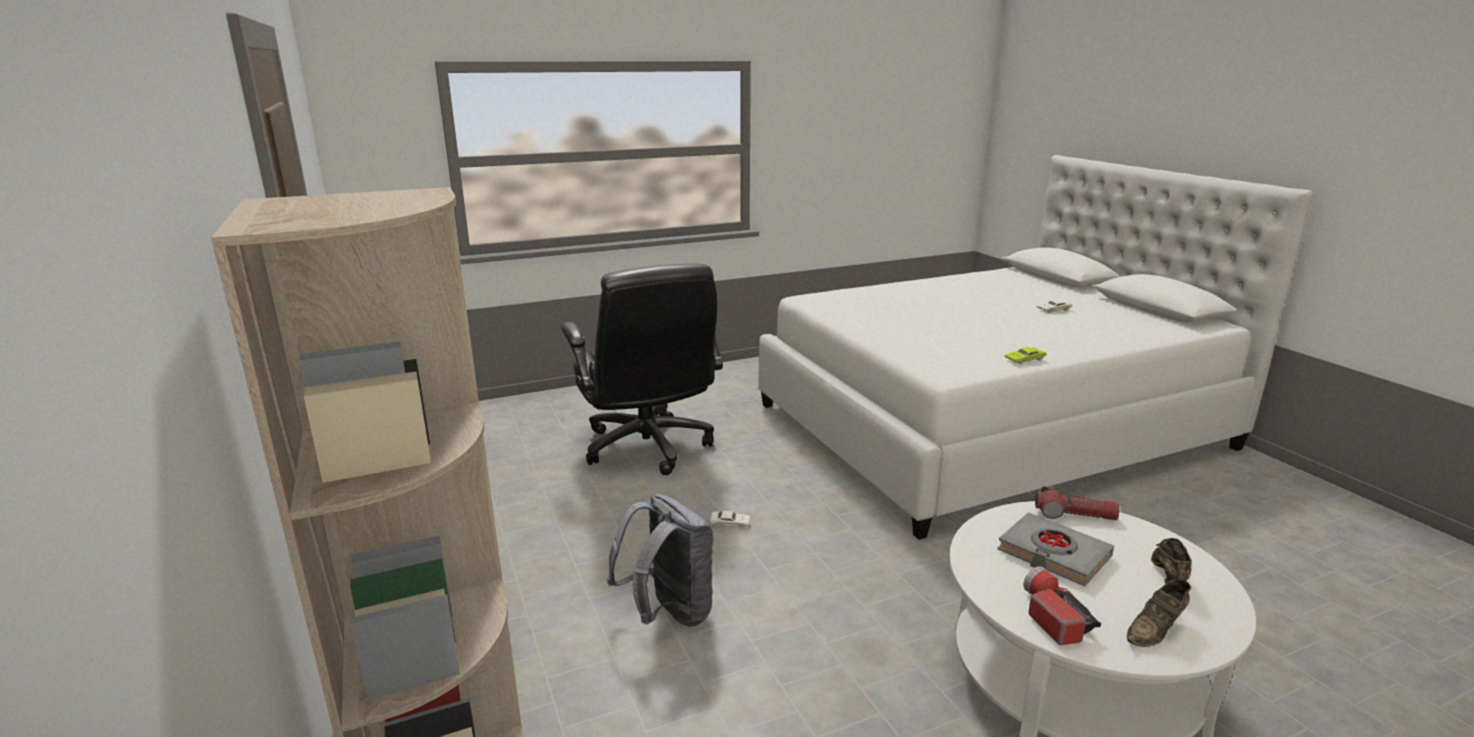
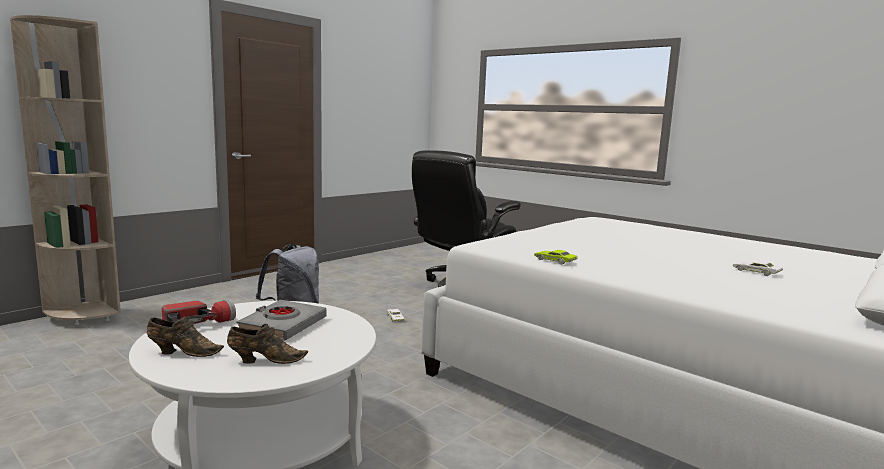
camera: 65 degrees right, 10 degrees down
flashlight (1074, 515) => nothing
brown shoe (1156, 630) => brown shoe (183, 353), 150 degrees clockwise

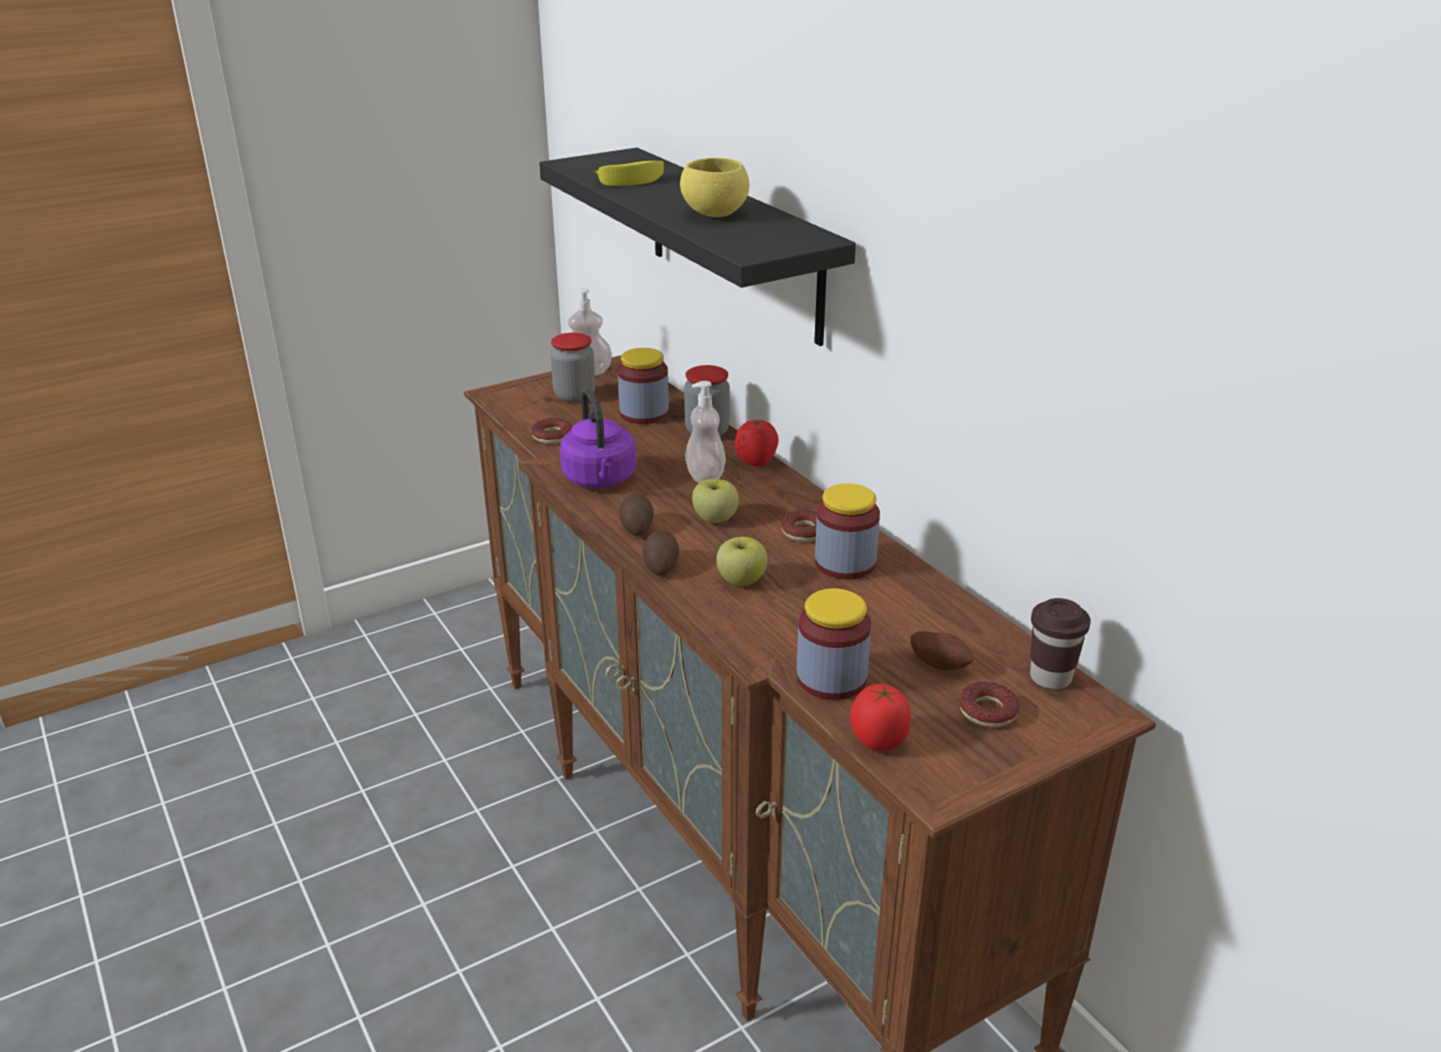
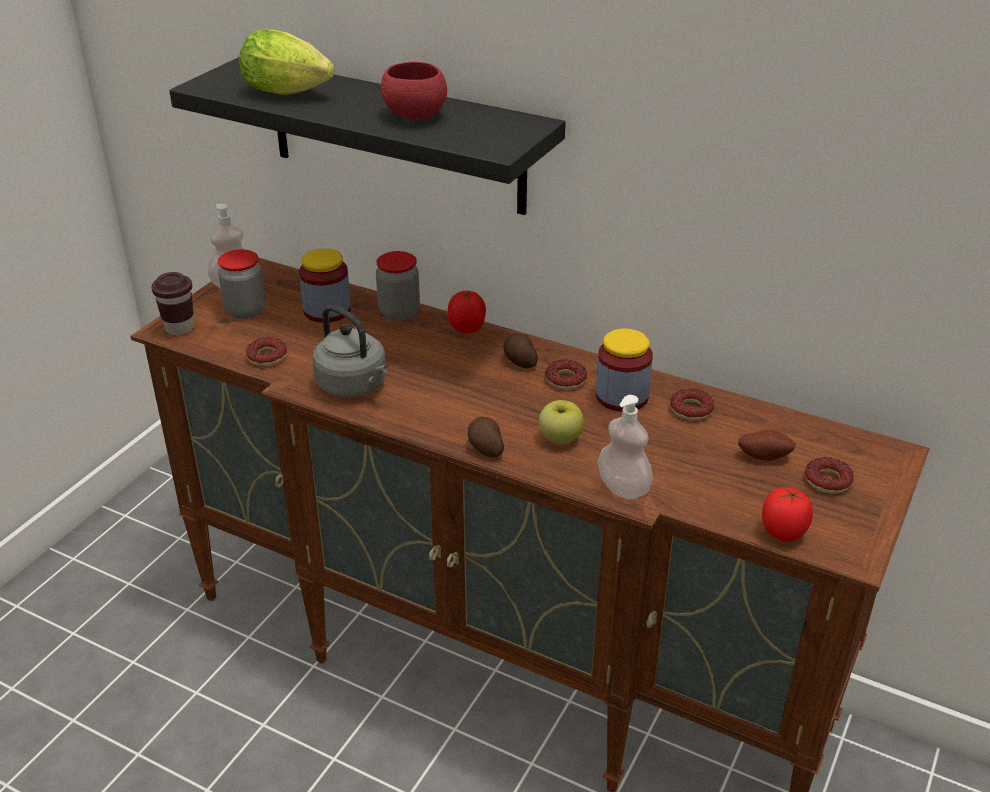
camera: 30 degrees left, 5 degrees up
apple fruit (715, 519) => nothing
jar (831, 678) => nothing
nothing => ring doughnut (691, 409)
potato (636, 527) => potato (519, 361), relocated
soap dispenser (705, 476) => soap dispenser (623, 488), relocated
brown small cup (1050, 678) => brown small cup (179, 328), relocated
banana fruit (633, 180) => lettuce (291, 93)
purple kettle (600, 480) => gray kettle (354, 386)
yellowish deep dish (714, 214) => red-coloured deep dish (415, 116)

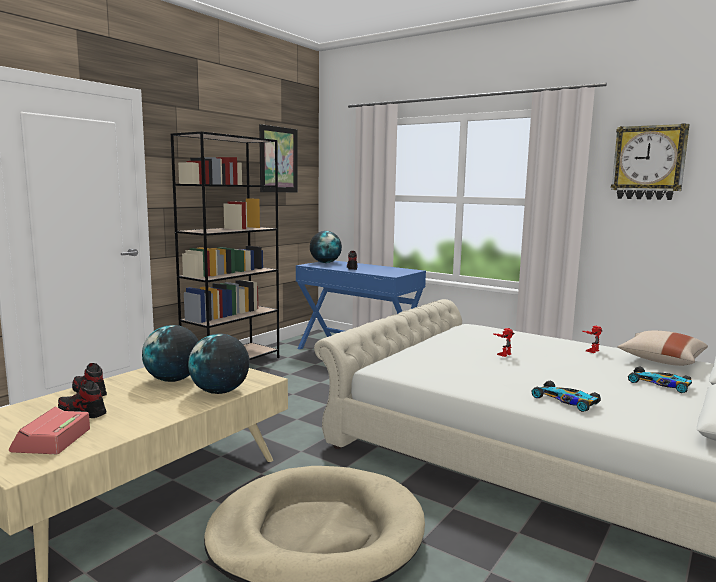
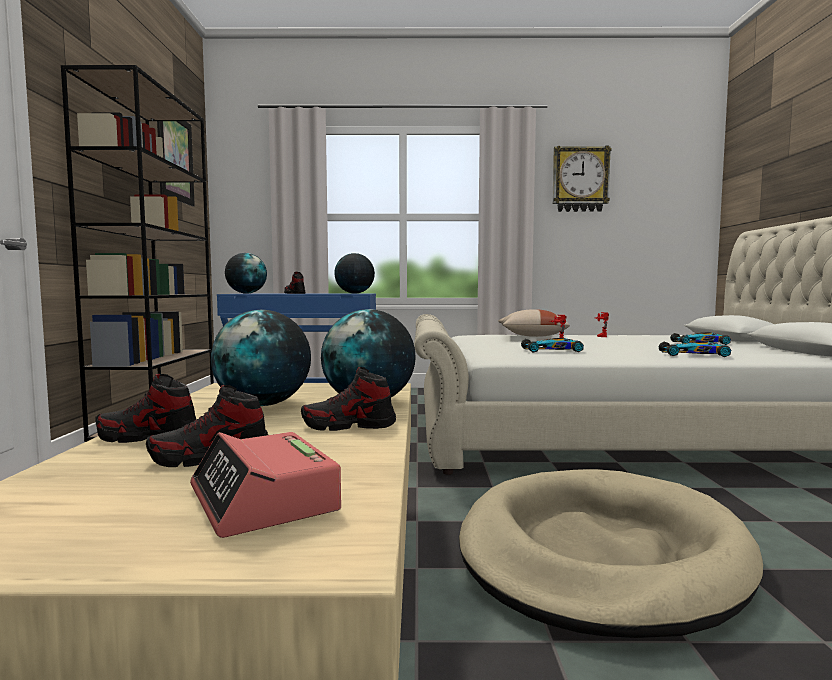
camera: 35 degrees left, 5 degrees down
nothing => shoe (349, 426)
nothing => desk globe (354, 293)
nothing => miniature car (553, 350)
beige-coloured throw pillow (661, 360) => beige-coloured throw pillow (531, 336), relocated

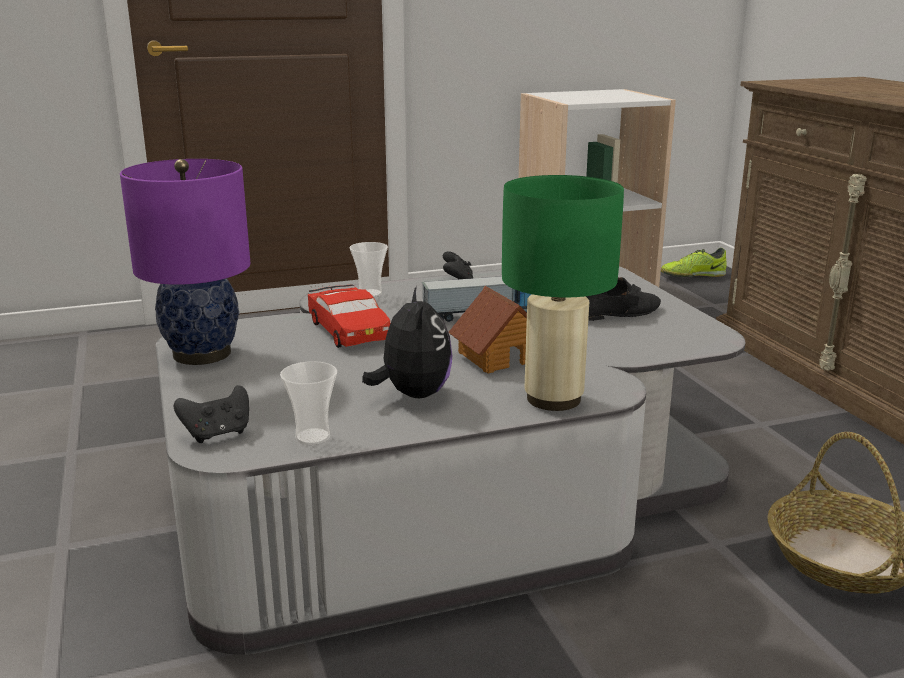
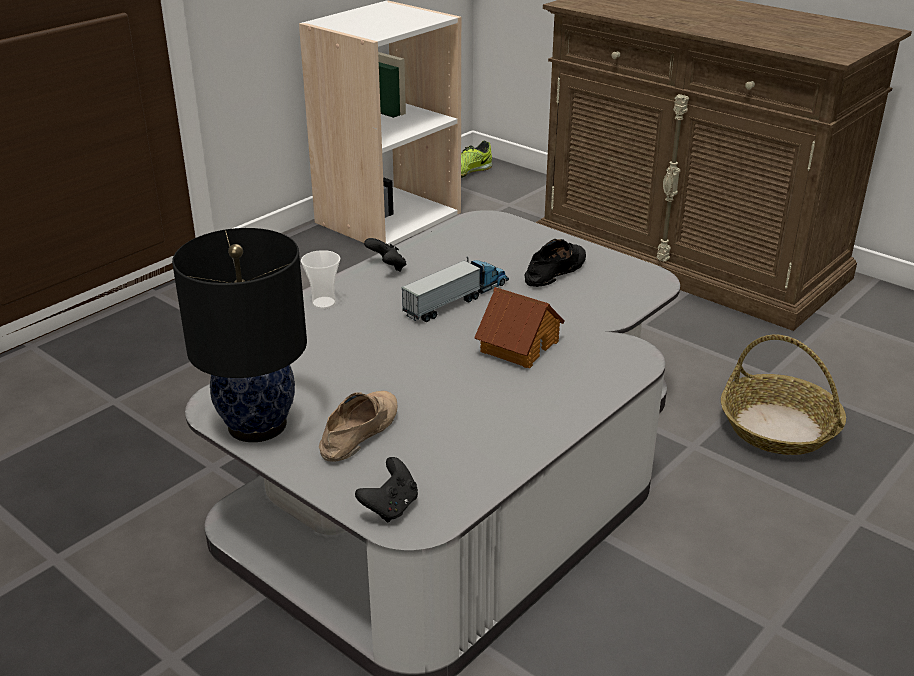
camera: 30 degrees left, 10 degrees up
small cup (312, 437) => nothing
red-coloured miniature car (349, 330) => nothing
soft toy (412, 394) => nothing
green-coloured tabletop lamp (555, 399) => nothing
nothing => beige-coloured shoe (358, 430)
purple tabletop lamp (201, 353) => black-coloured tabletop lamp (256, 425)

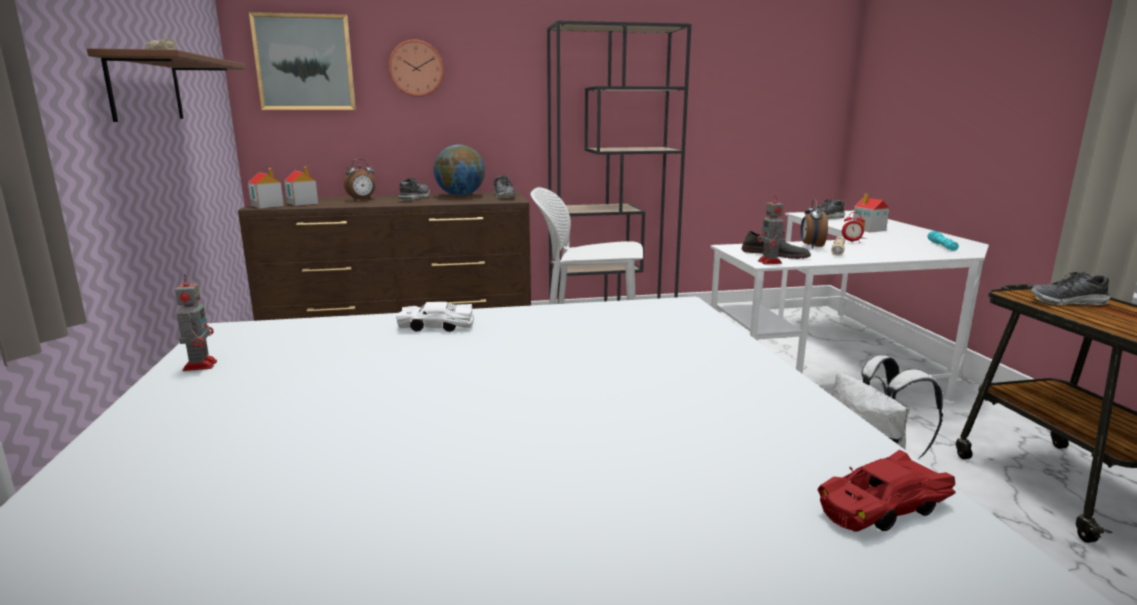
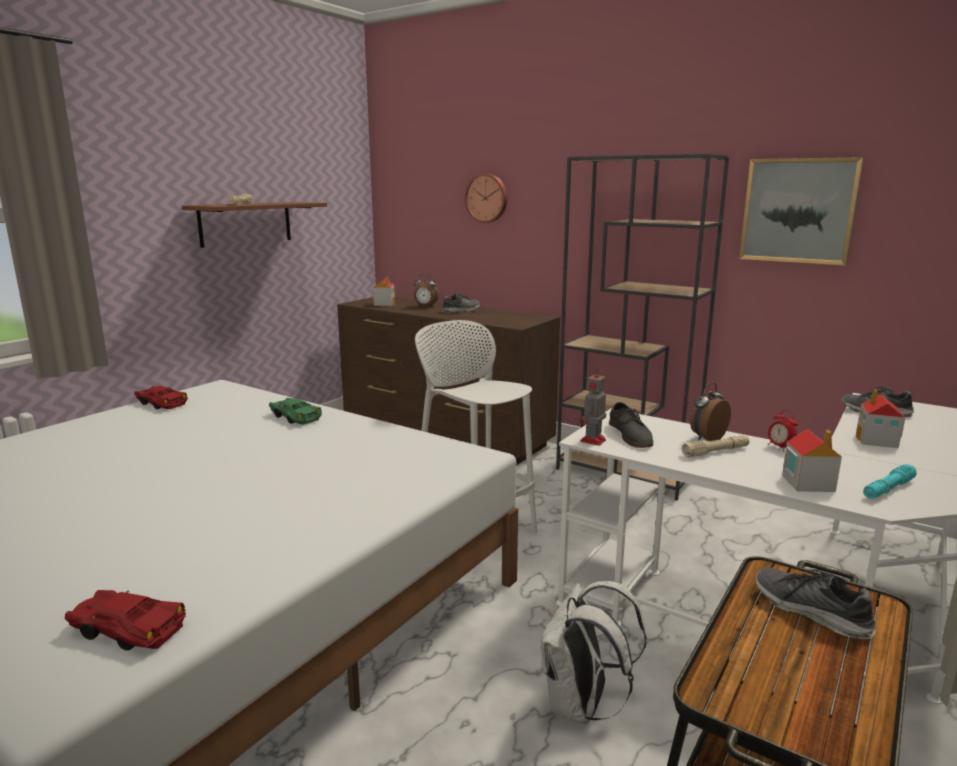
camera: 45 degrees right, 0 degrees up
desk globe (460, 195) => nothing
shoe (504, 196) => nothing
toy house (267, 205) => toy house (807, 483), relocated
picture (305, 63) => picture (798, 211), relocated
model robot (200, 365) => red-coloured miniature car (161, 404)
white-coloured miniature car (436, 326) => green-coloured miniature car (295, 417)

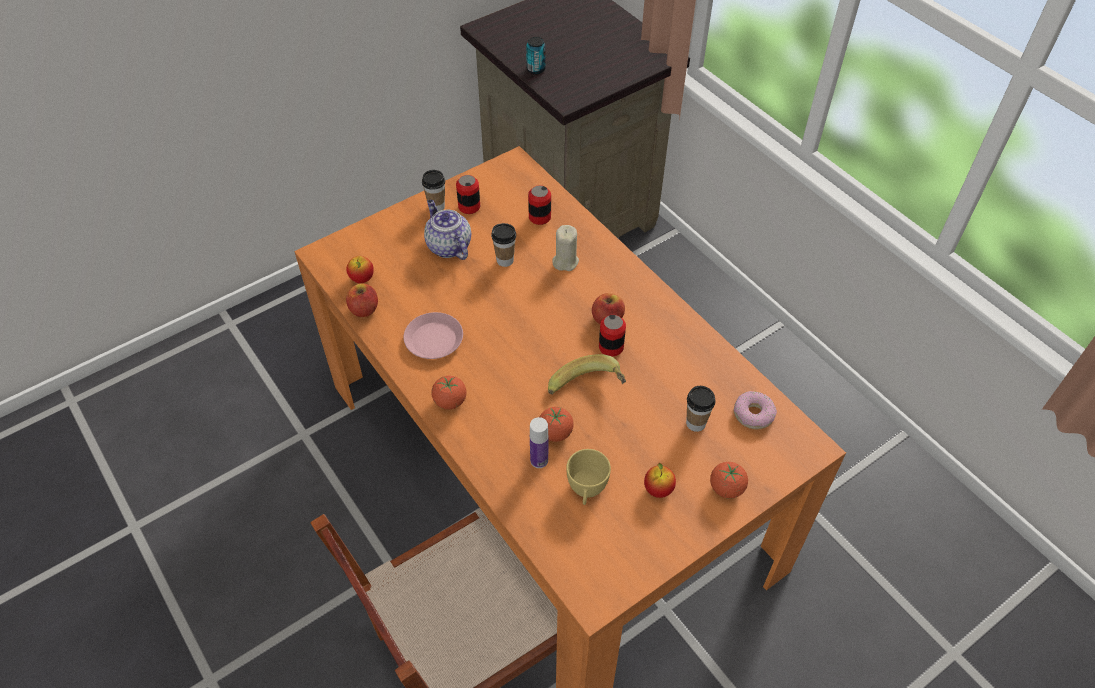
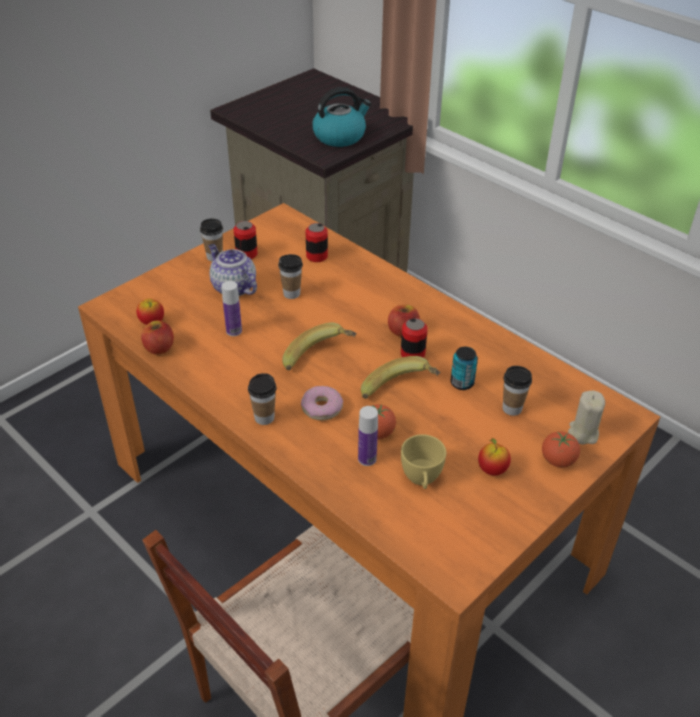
camera: 10 degrees left, 10 degrees down
pink flat dish (433, 340) => nothing
nothing => drink bottle (234, 331)
nothing => banana fruit (320, 360)
nothing => kettle (340, 136)
can (536, 69) => can (462, 383), relocated
beige-coloured candle (565, 261) => beige-coloured candle (583, 433), relocated
ring doughnut (753, 414) => ring doughnut (322, 408), relocated
tomato (450, 401) => small cup (264, 418)

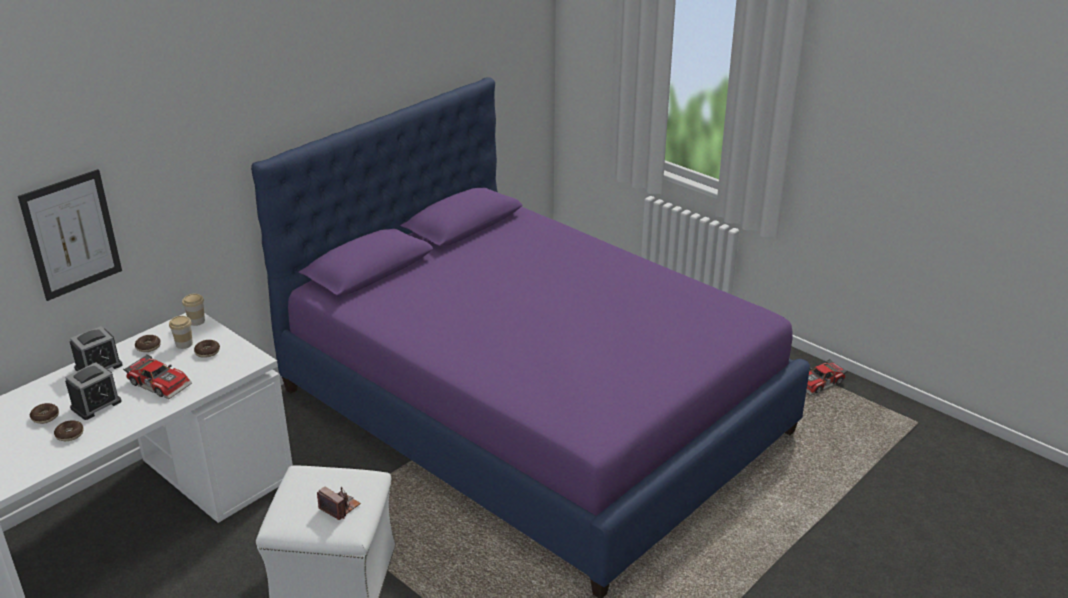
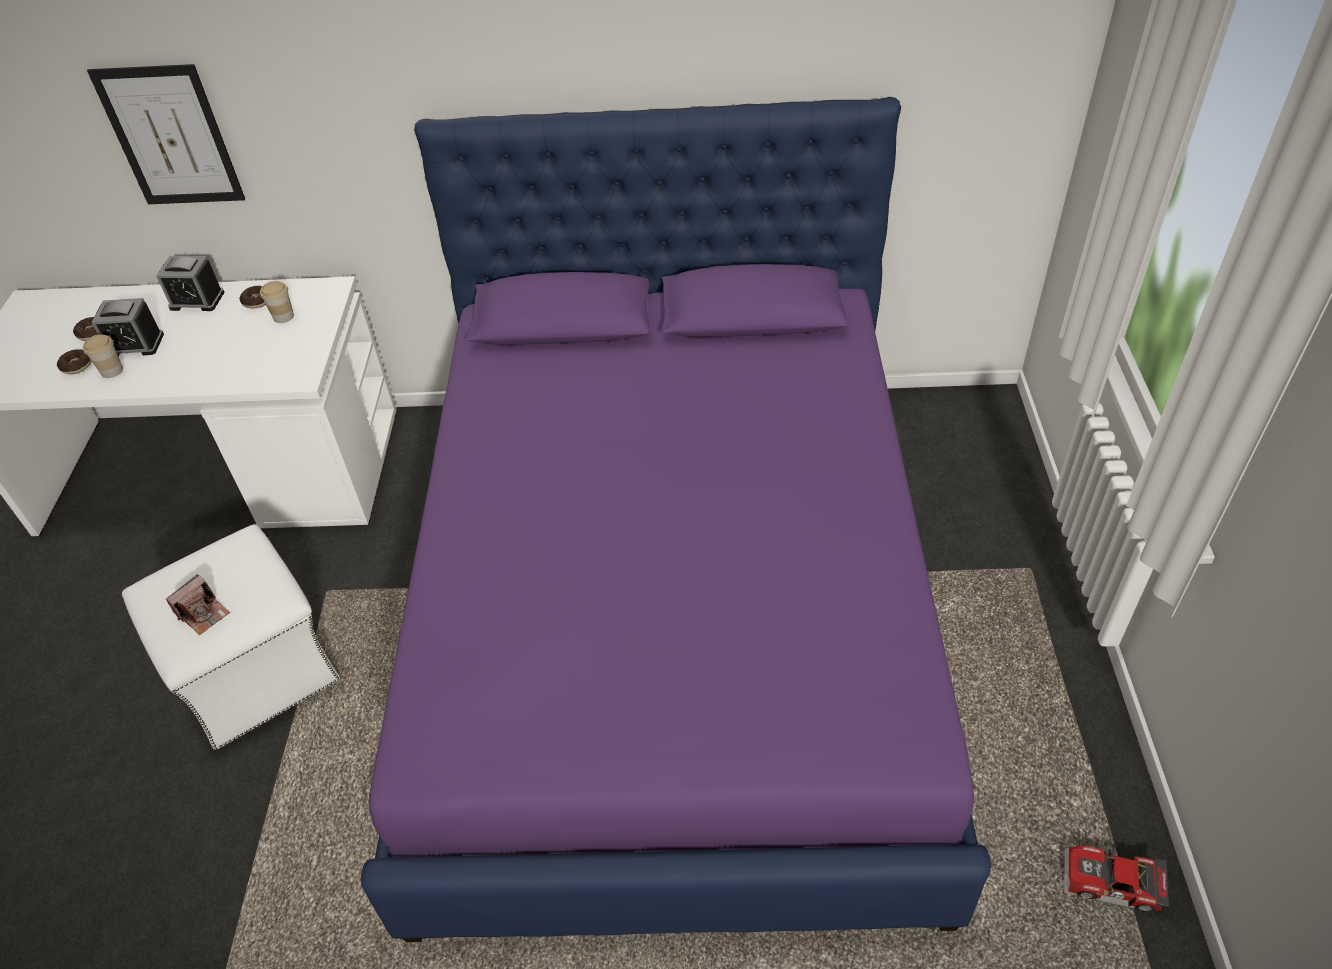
camera: 50 degrees right, 15 degrees up
miniature car (160, 382) => nothing
ring doughnut (207, 352) => nothing
small cup (196, 321) => small cup (112, 371), relocated
photo camera (339, 507) => photo camera (204, 614), 45 degrees clockwise

